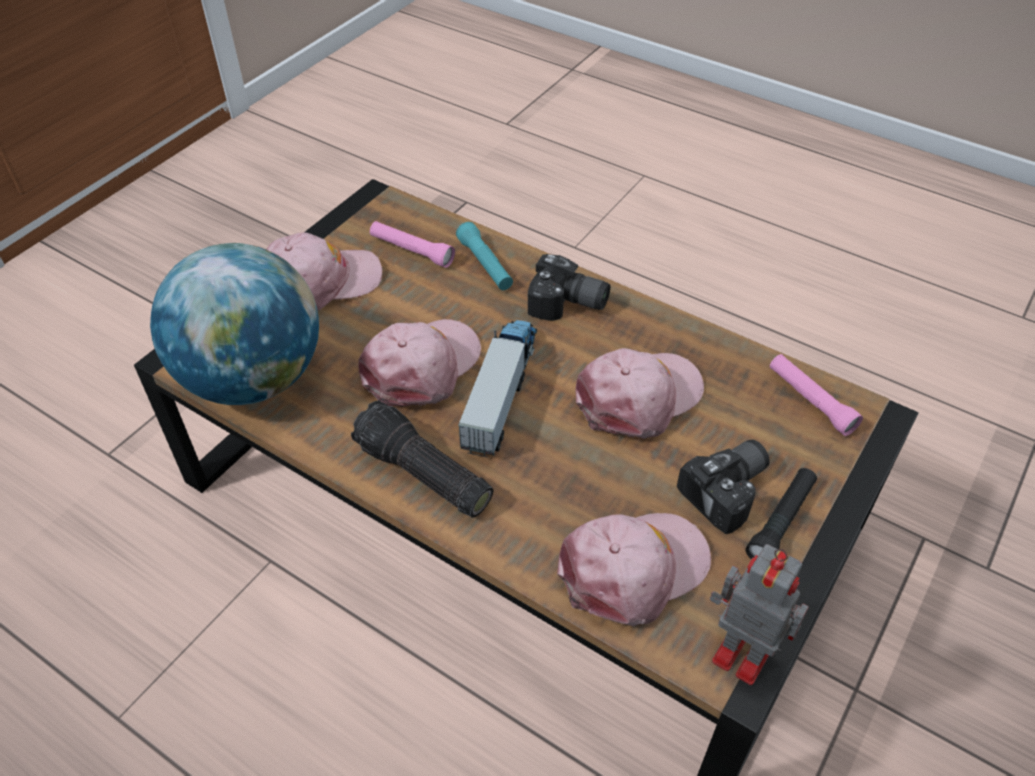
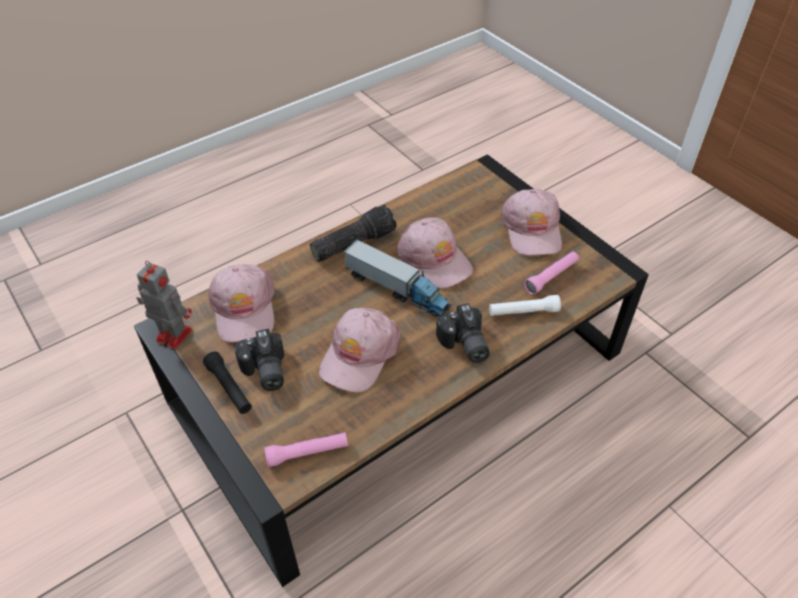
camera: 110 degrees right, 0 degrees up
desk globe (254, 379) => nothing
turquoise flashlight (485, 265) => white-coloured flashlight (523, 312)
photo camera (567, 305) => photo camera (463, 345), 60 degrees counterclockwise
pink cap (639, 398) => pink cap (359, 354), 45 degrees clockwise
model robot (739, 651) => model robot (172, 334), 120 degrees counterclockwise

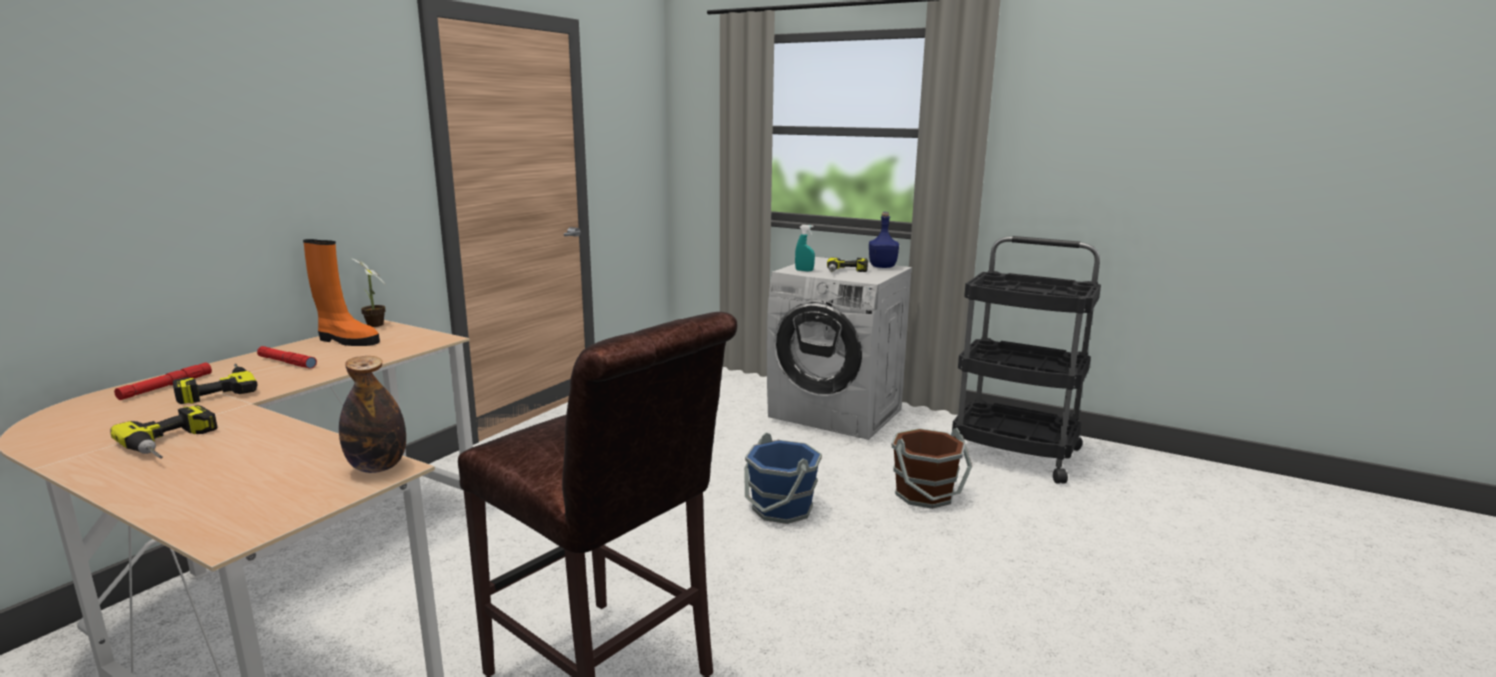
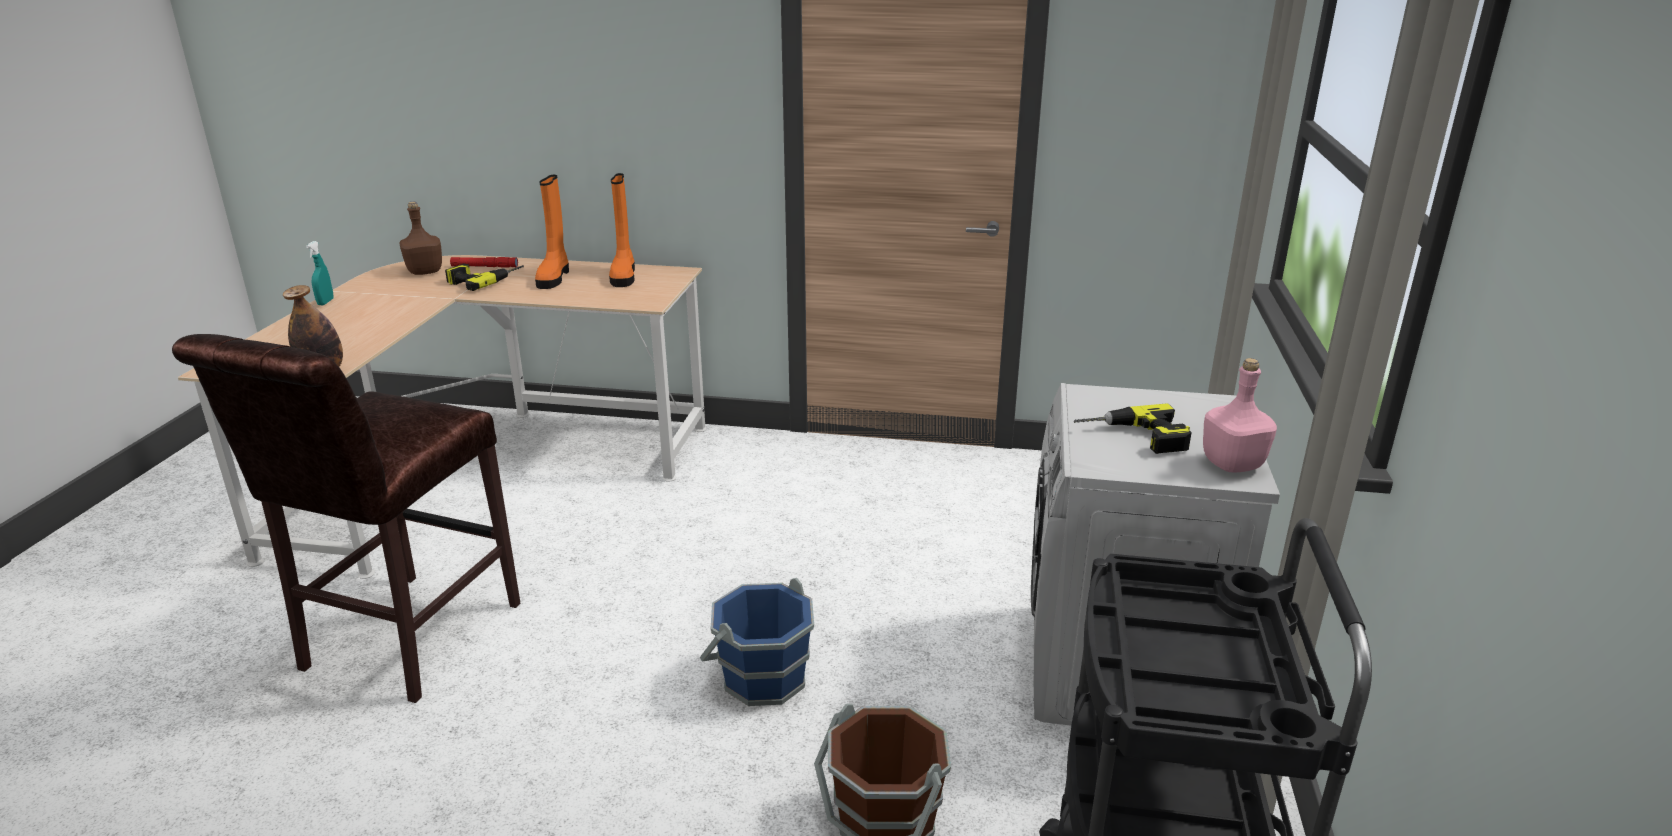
camera: 70 degrees right, 10 degrees up
power drill (176, 443) => nothing
potted plant (374, 326) => nothing
nothing => brown drink bottle (425, 271)
turquoise sprayer (804, 270) => turquoise sprayer (325, 302), relocated
red-coloured flashlight (287, 362) => orange-coloured high-top boot (554, 277)
blue drink bottle (882, 266) => pink drink bottle (1233, 464)

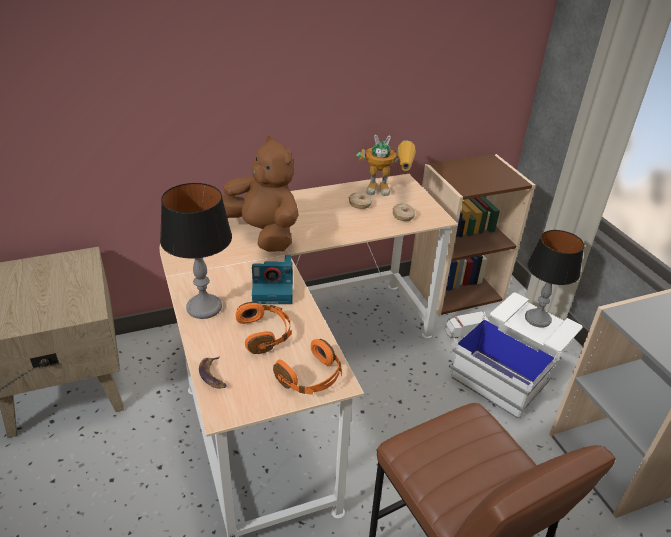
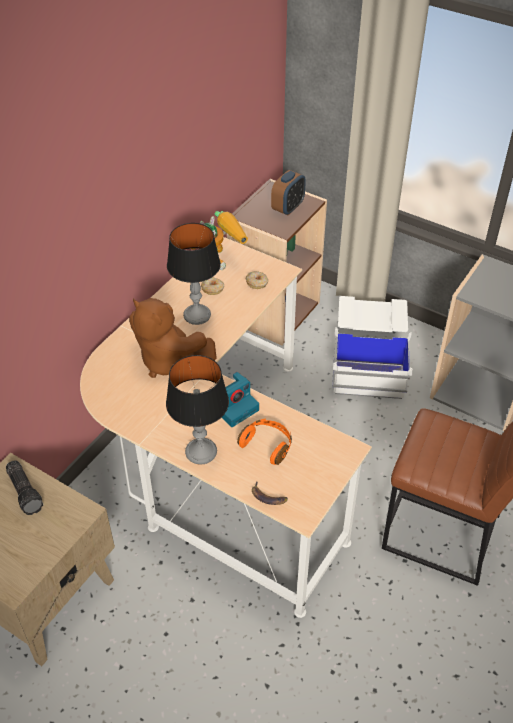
camera: 35 degrees left, 10 degrees up
orange-coloured pair of headphones (311, 378) => nothing
toy lorry (464, 332) => nothing
nothing => flashlight (26, 491)
nothing => bedside clock (288, 208)
tabletop lamp (537, 319) => tabletop lamp (197, 315), relocated
brown soft toy (263, 233) => brown soft toy (169, 361), 150 degrees counterclockwise

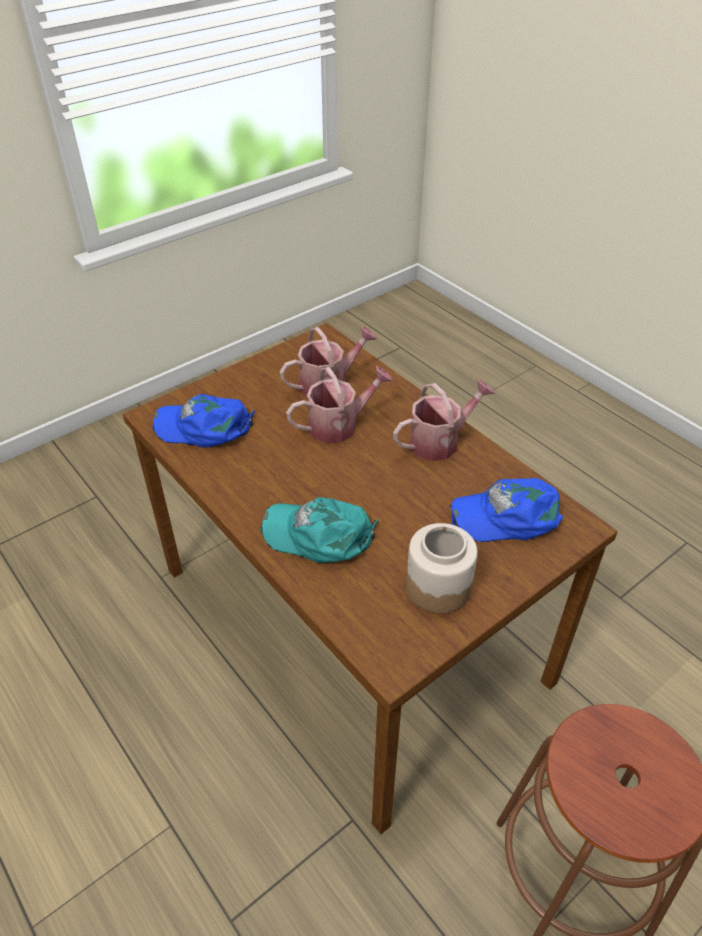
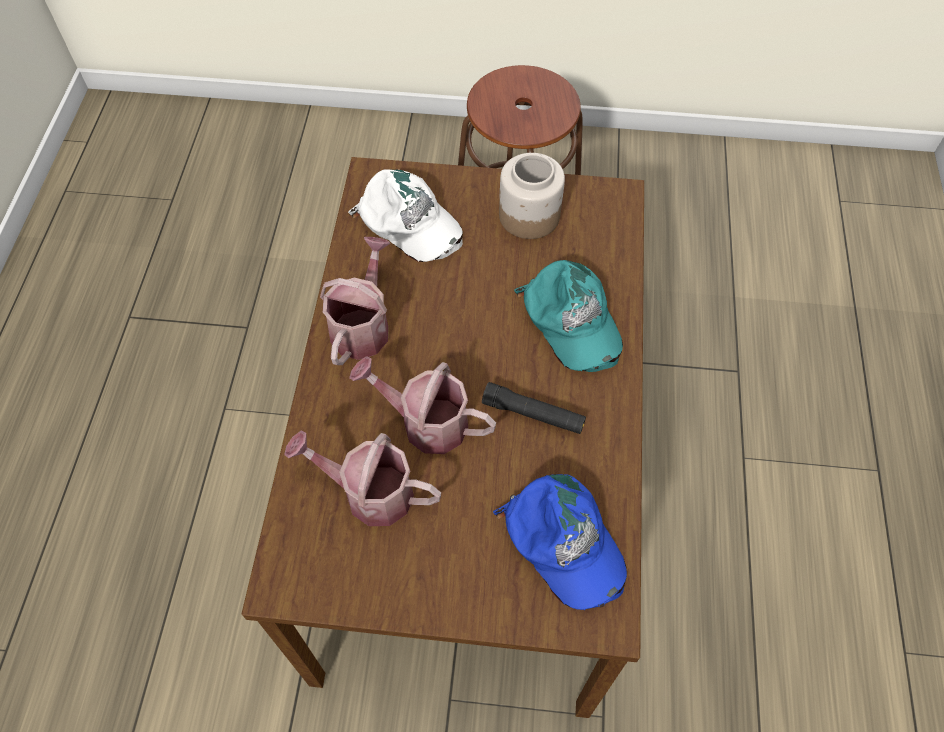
camera: 135 degrees left, 15 degrees up
nothing => black-coloured flashlight (533, 414)
blue cap (507, 515) => white-coloured cap (408, 223)
sprinkling can (440, 441) => sprinkling can (362, 325), 90 degrees clockwise

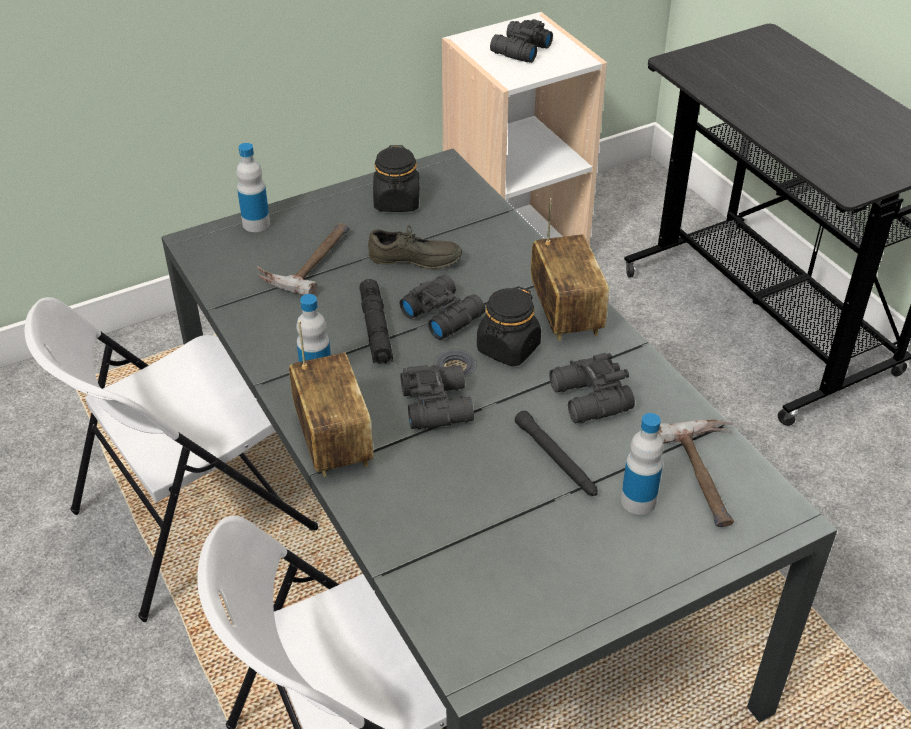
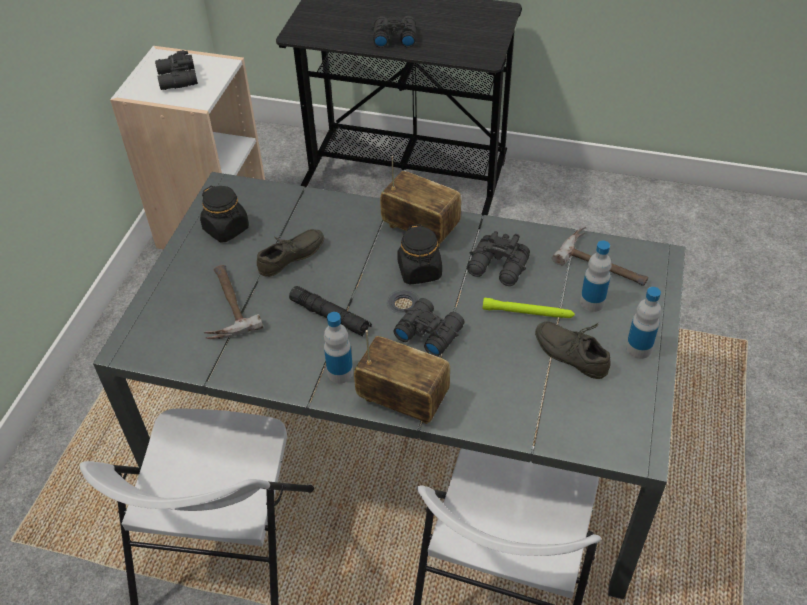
camera: 45 degrees left, 5 degrees up
nothing => gray shoe (572, 353)
drink bottle (256, 224) => drink bottle (638, 348), relocated
black-coloured pair of binoculars (442, 314) => black-coloured pair of binoculars (394, 37), relocated
black-coloured flashlight (556, 459) => green-coloured flashlight (528, 313)

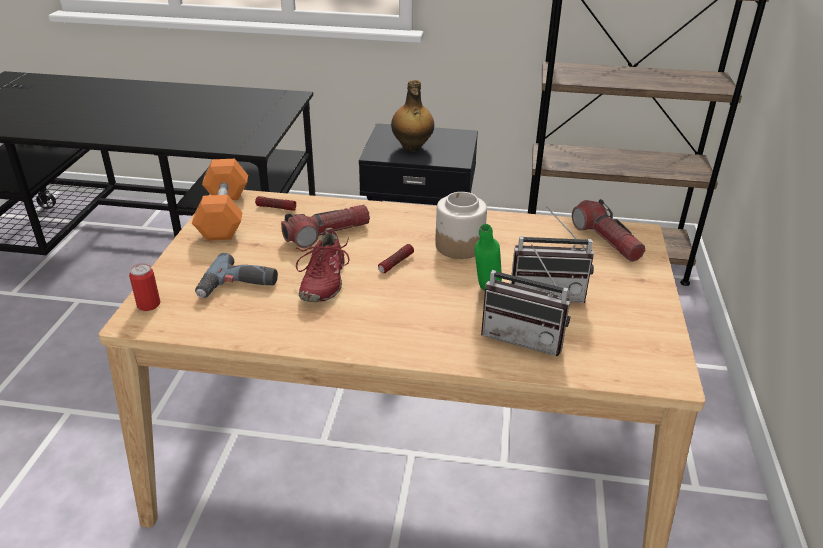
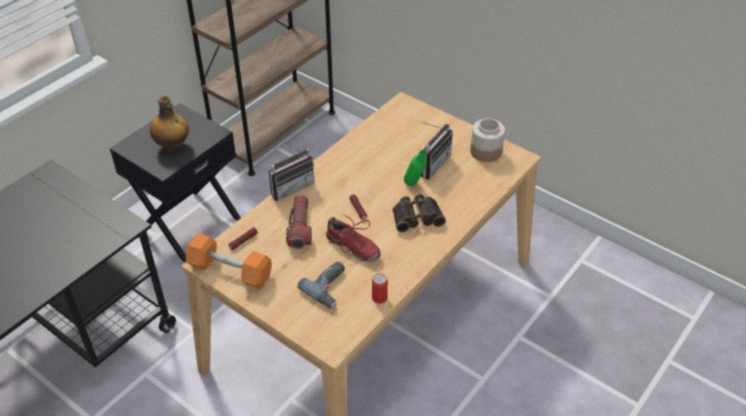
camera: 60 degrees left, 10 degrees up
flashlight (606, 240) => nothing
nothing => pair of binoculars (417, 216)
can (148, 304) => can (379, 298), relocated
jar (459, 245) => jar (485, 151), relocated
radio set (525, 336) => radio set (290, 186), relocated

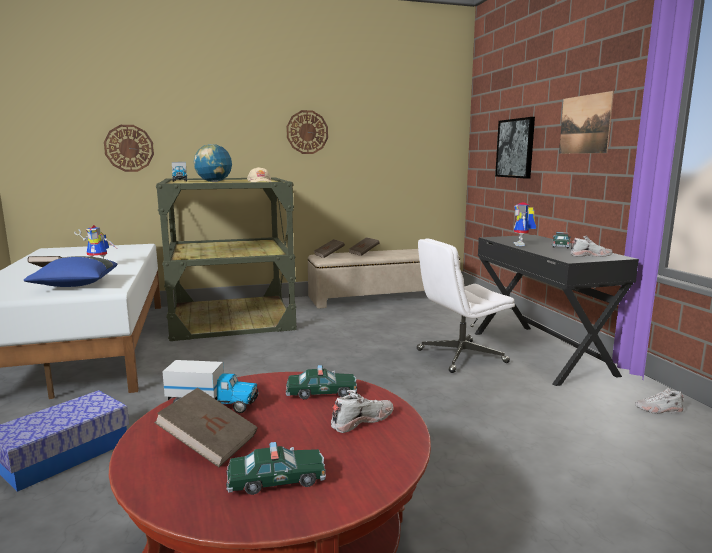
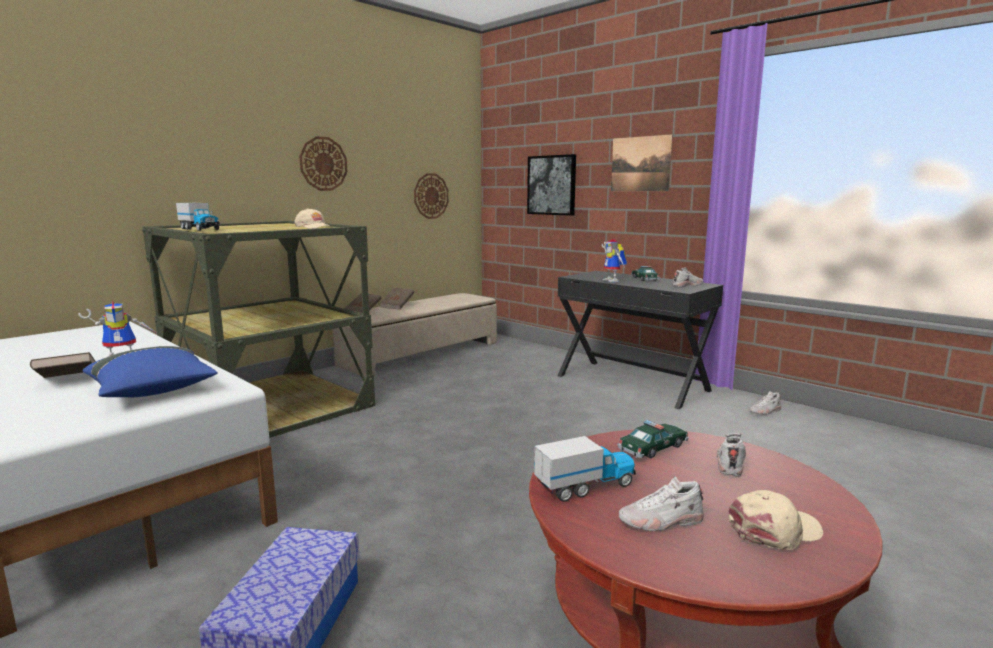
camera: 30 degrees left, 0 degrees up
desk globe (214, 182) => nothing
white-coloured desk chair (460, 356) => nothing
hanging clock (129, 148) => hanging clock (431, 196), relocated
brown volume (209, 444) => white-coloured shoe (661, 521)
miniature car (276, 480) => beige-coloured cap (774, 530)

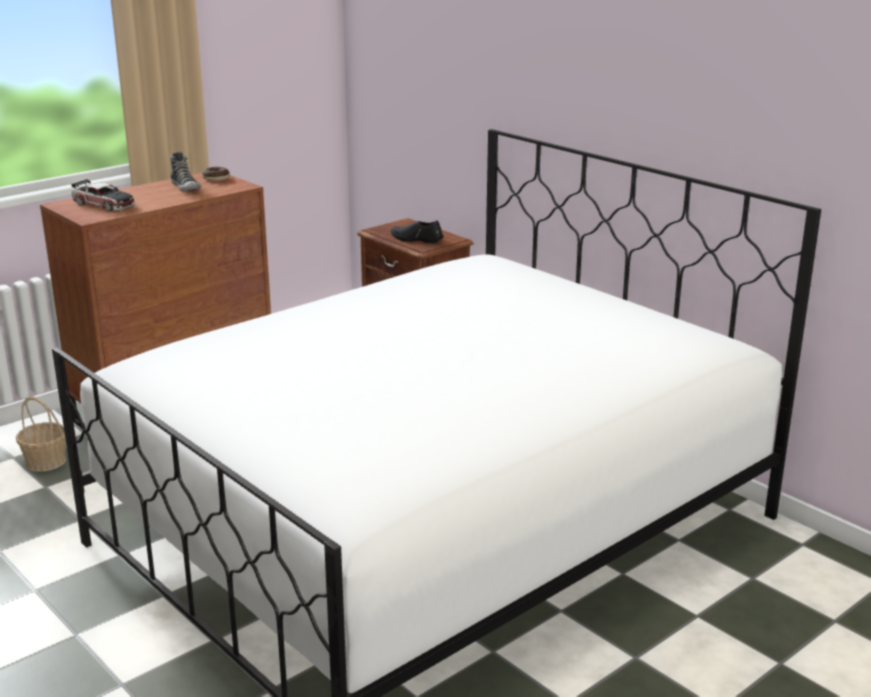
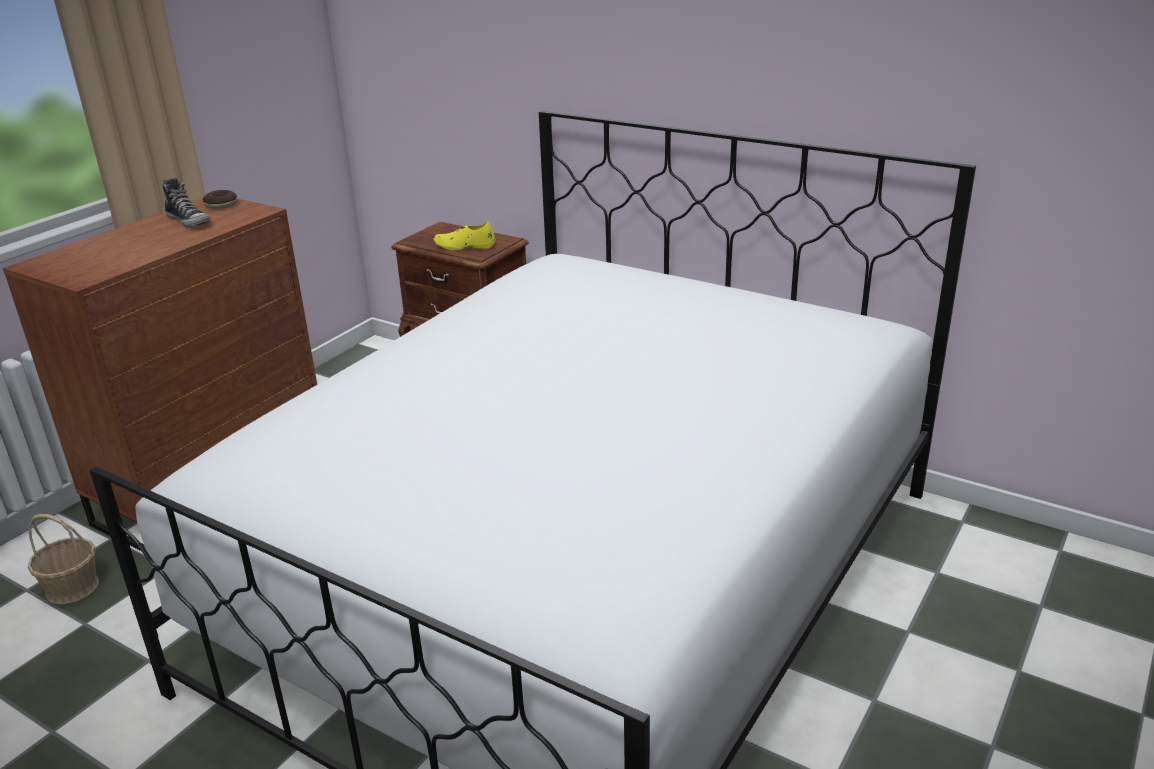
camera: 15 degrees left, 5 degrees up
miniature car (104, 204) => nothing
black-coloured shoe (416, 239) => yellowish shoe (465, 246)

